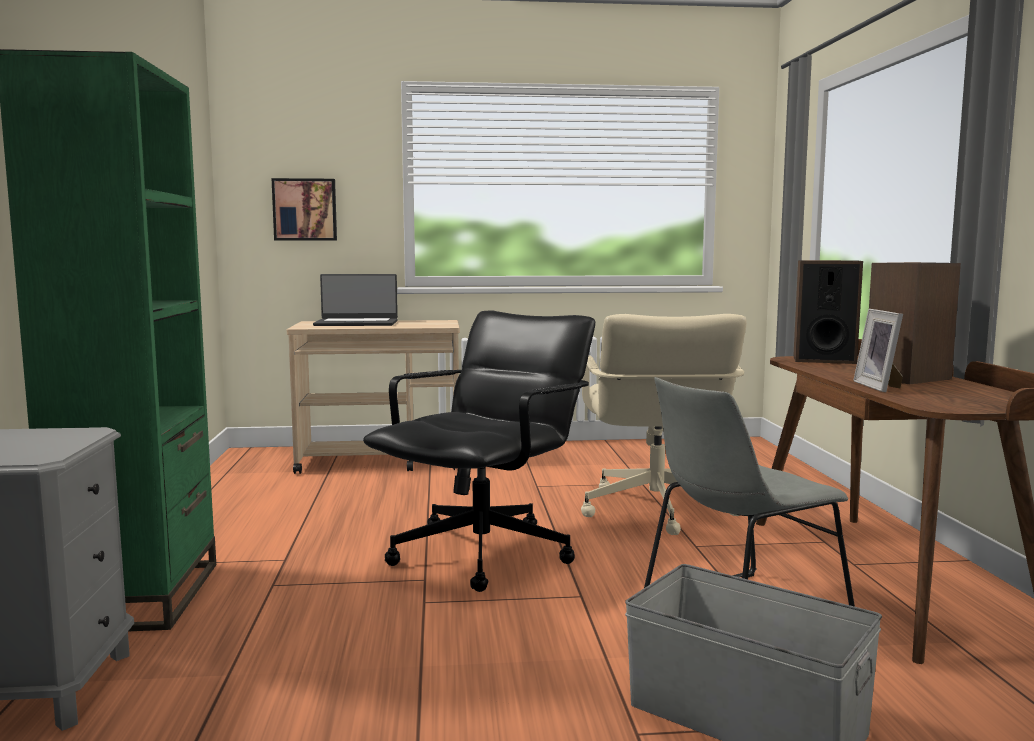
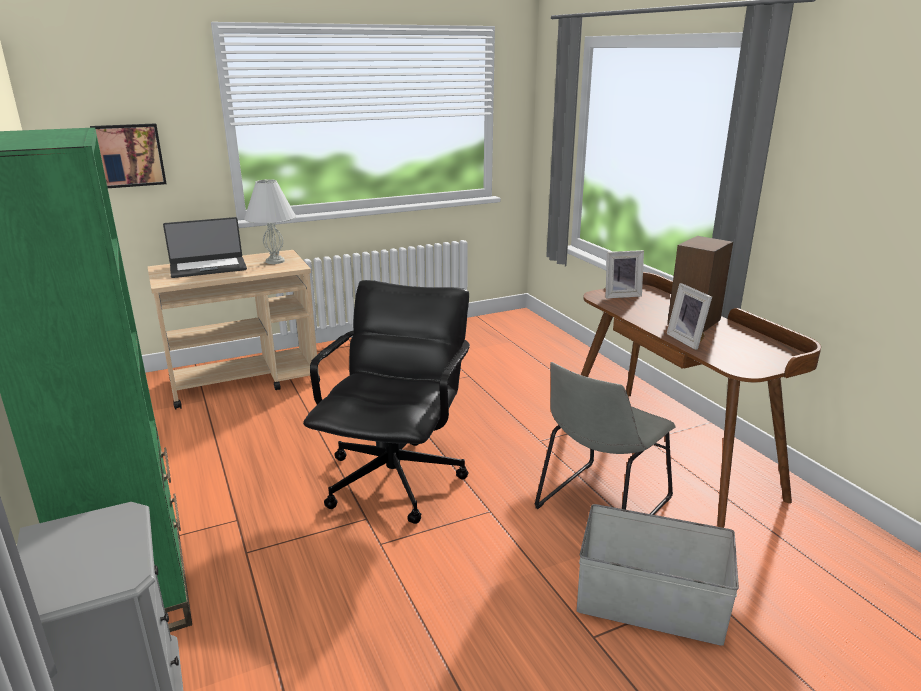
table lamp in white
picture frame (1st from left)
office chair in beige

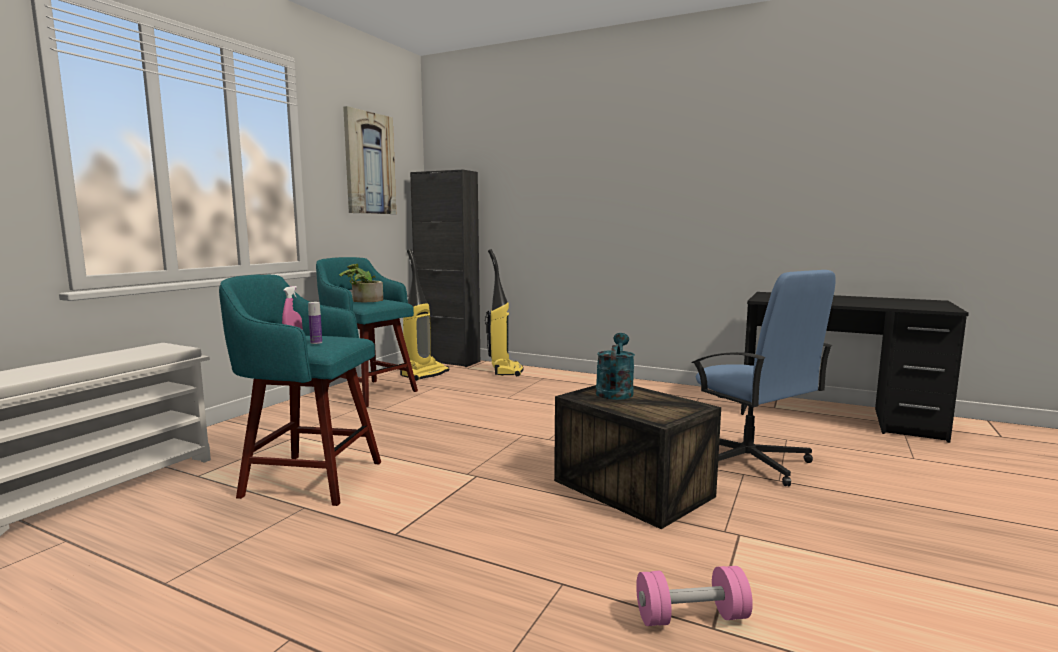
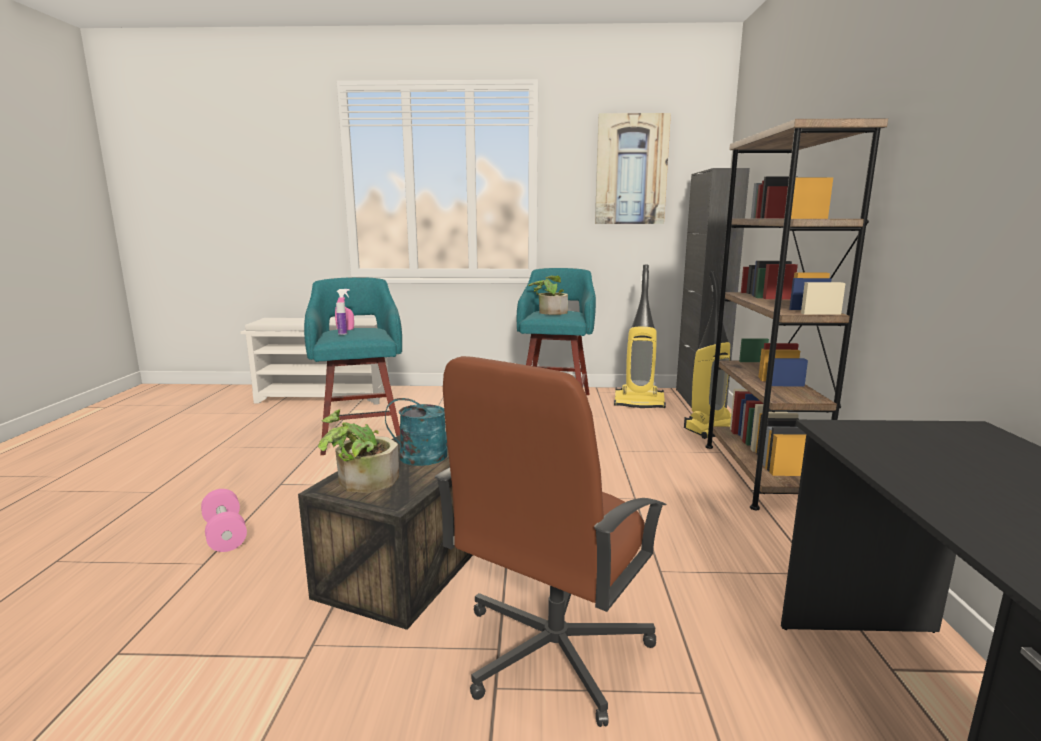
dumbbell in pink
potted plant (1st from left)
office chair in brown
bookcase in brown

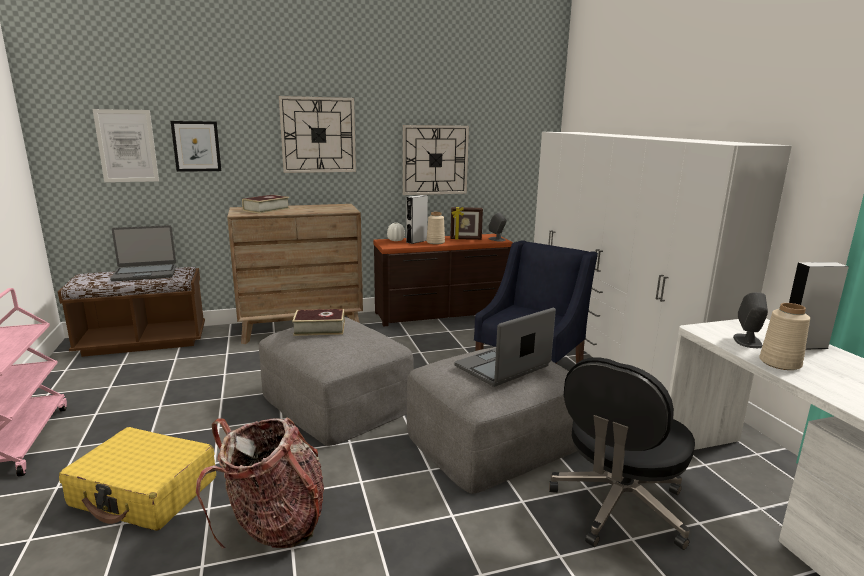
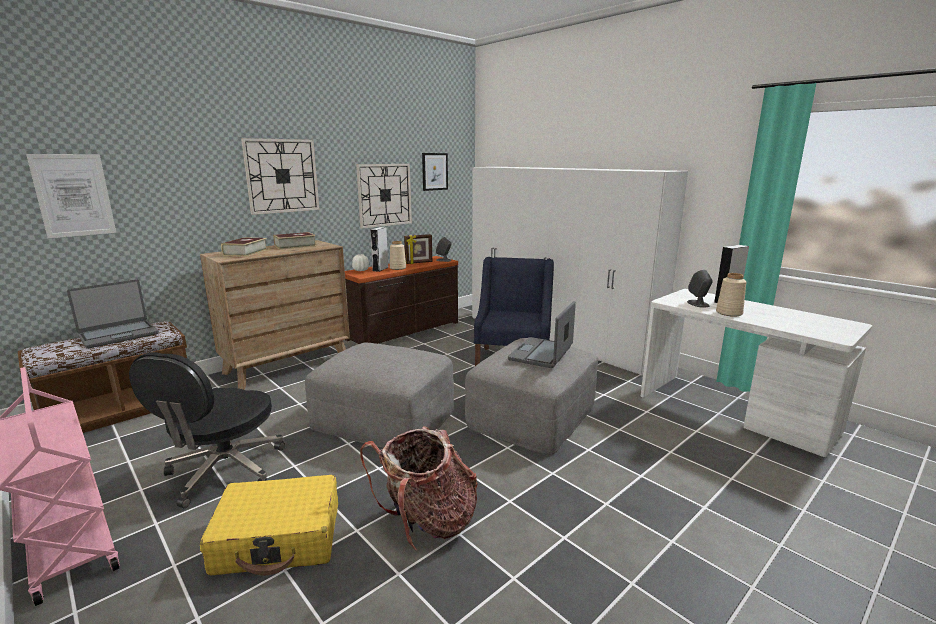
office chair in black
book (2nd from left)
picture (2nd from left)

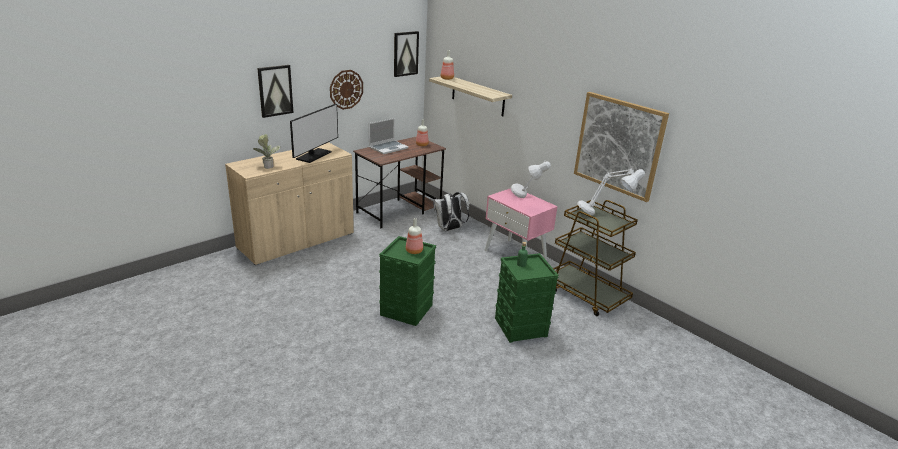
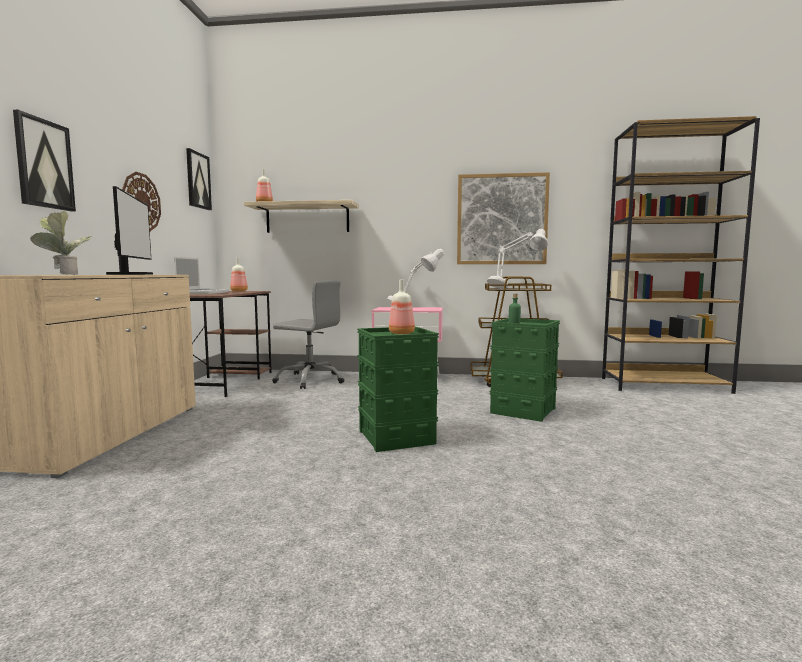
office chair in grey
bookcase in brown

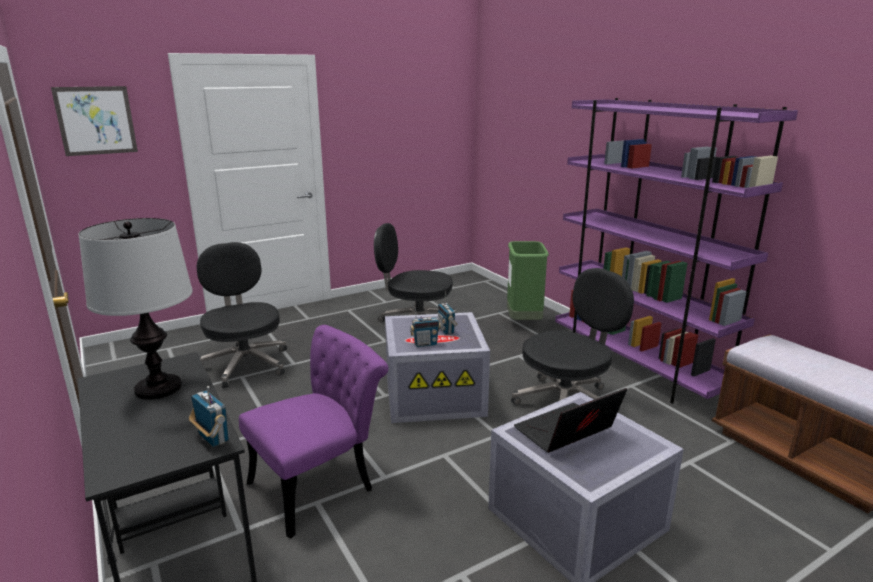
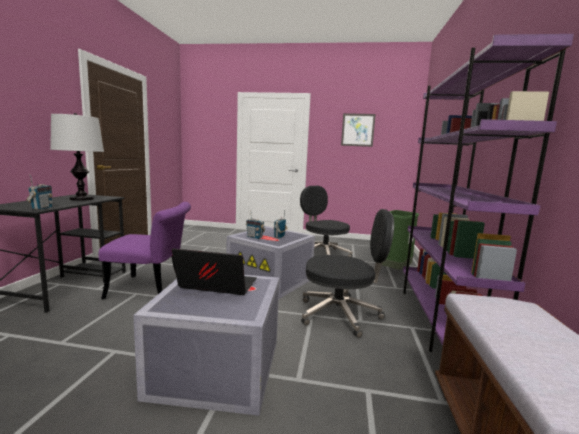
picture
office chair in black (1st from left in the first image)

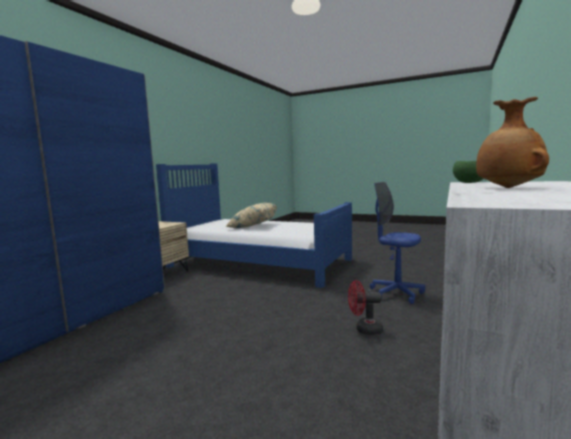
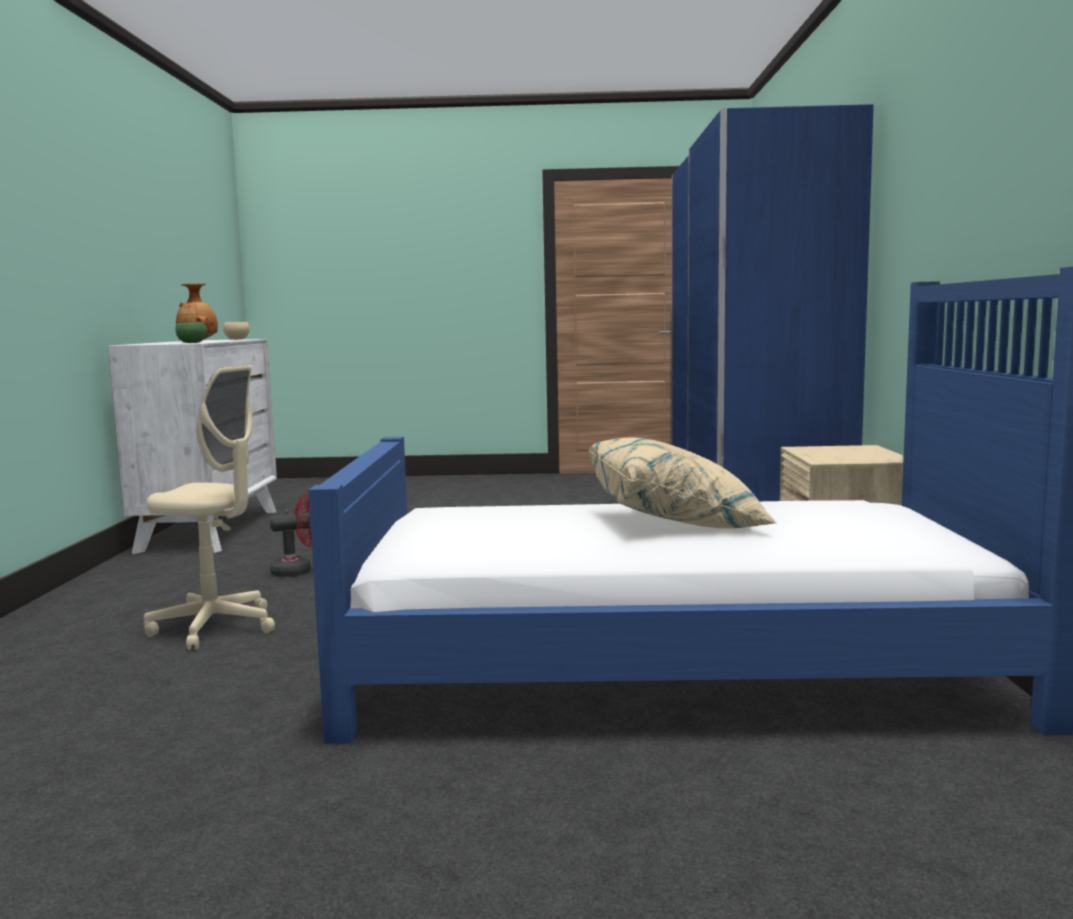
office chair in beige
bowl in beige

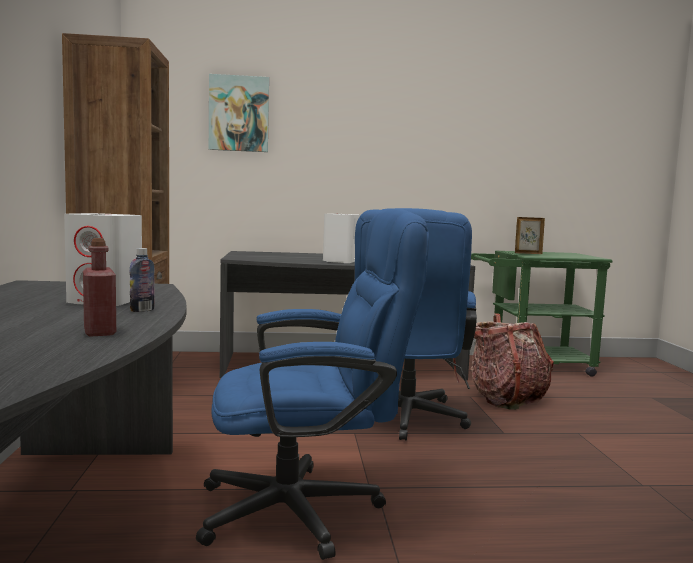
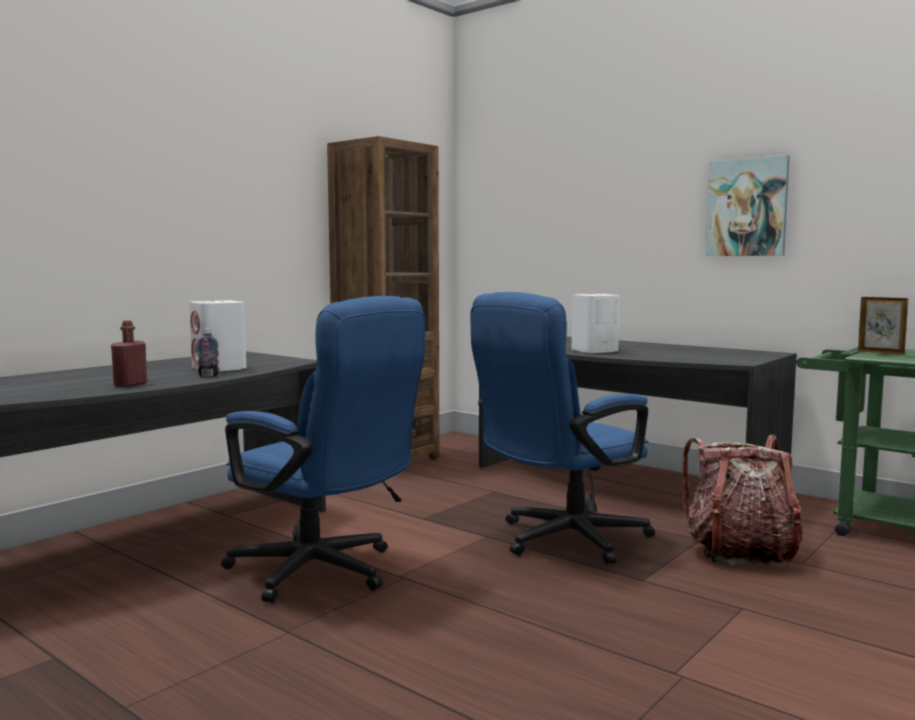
picture

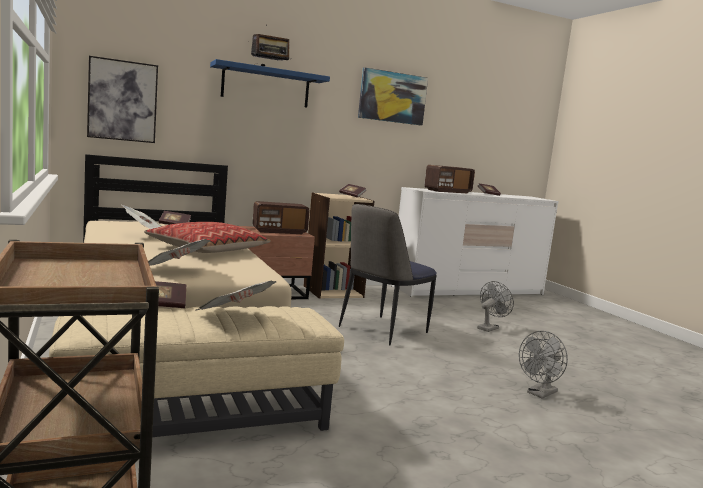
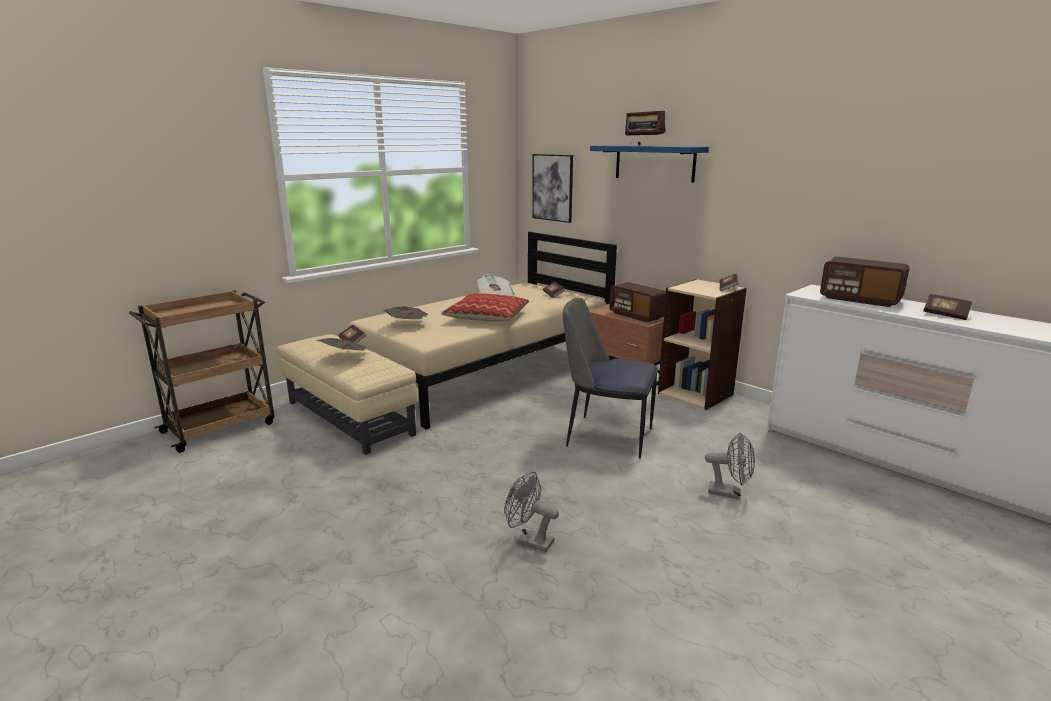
picture (2nd from left in the first image)

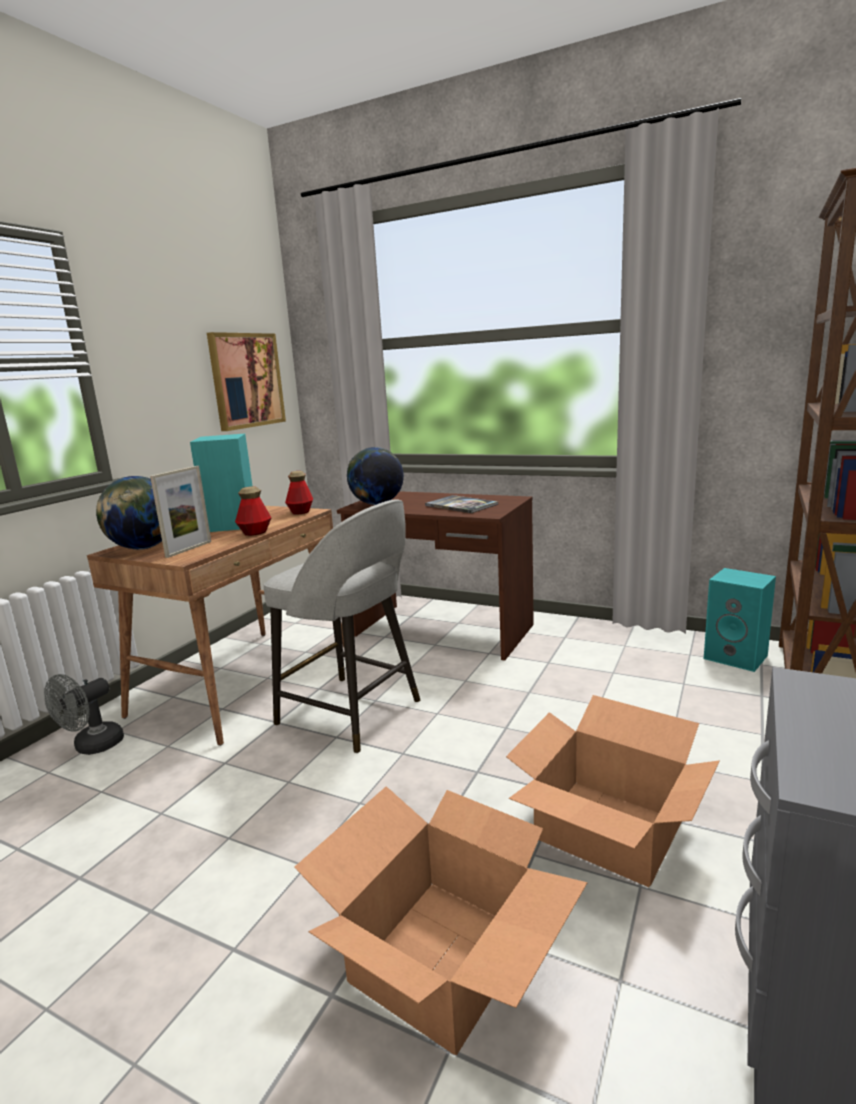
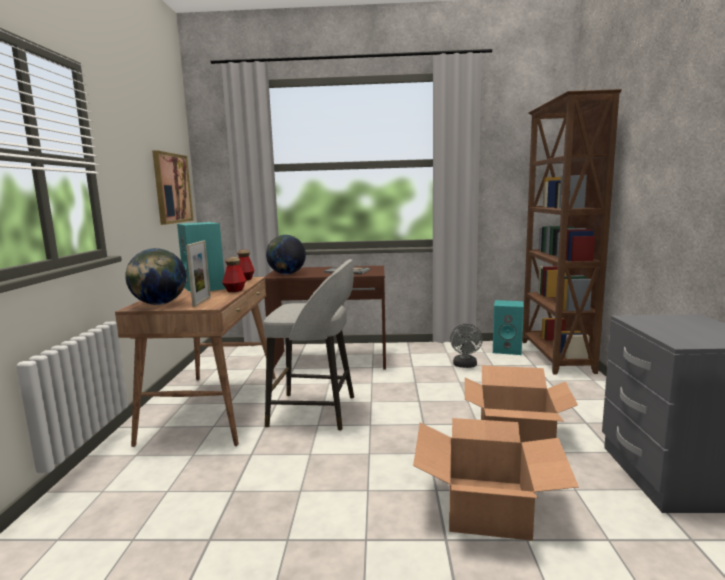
fan in grey

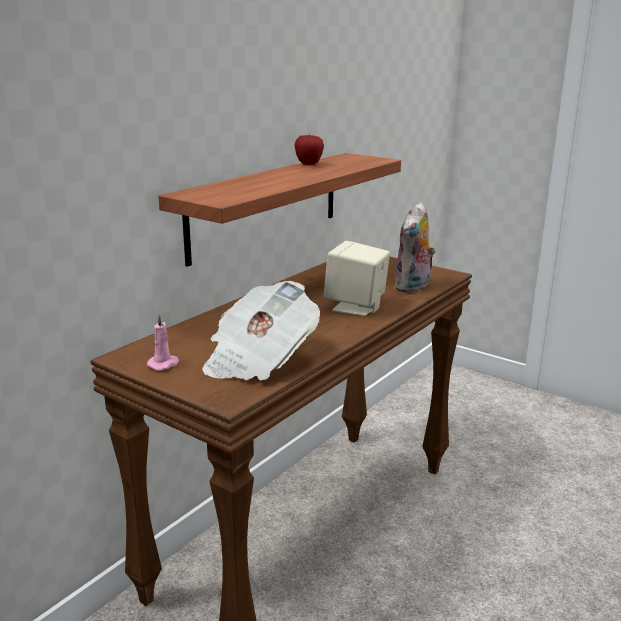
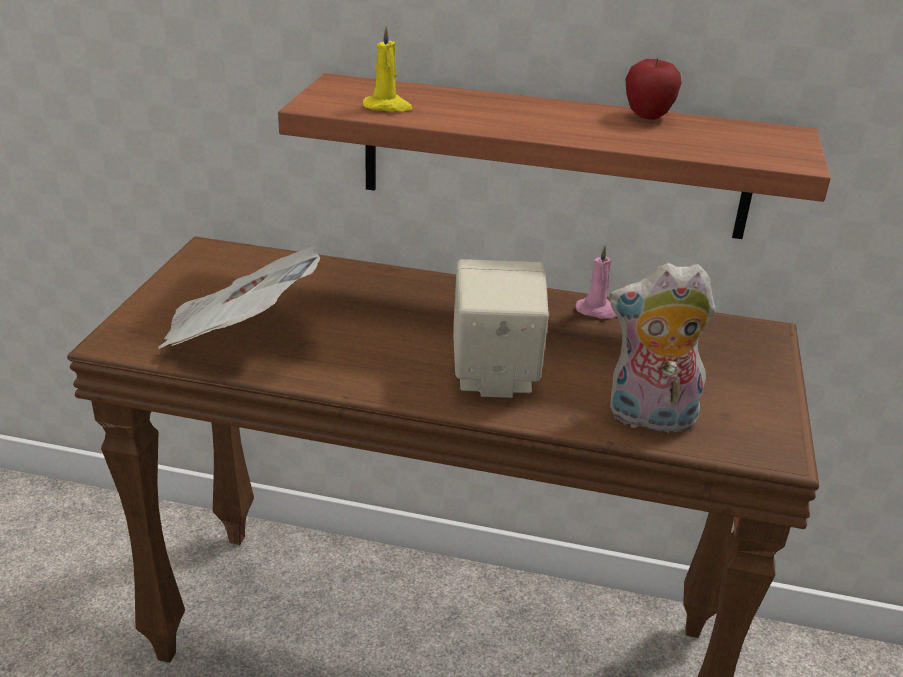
candle in yellow
candle in pink

